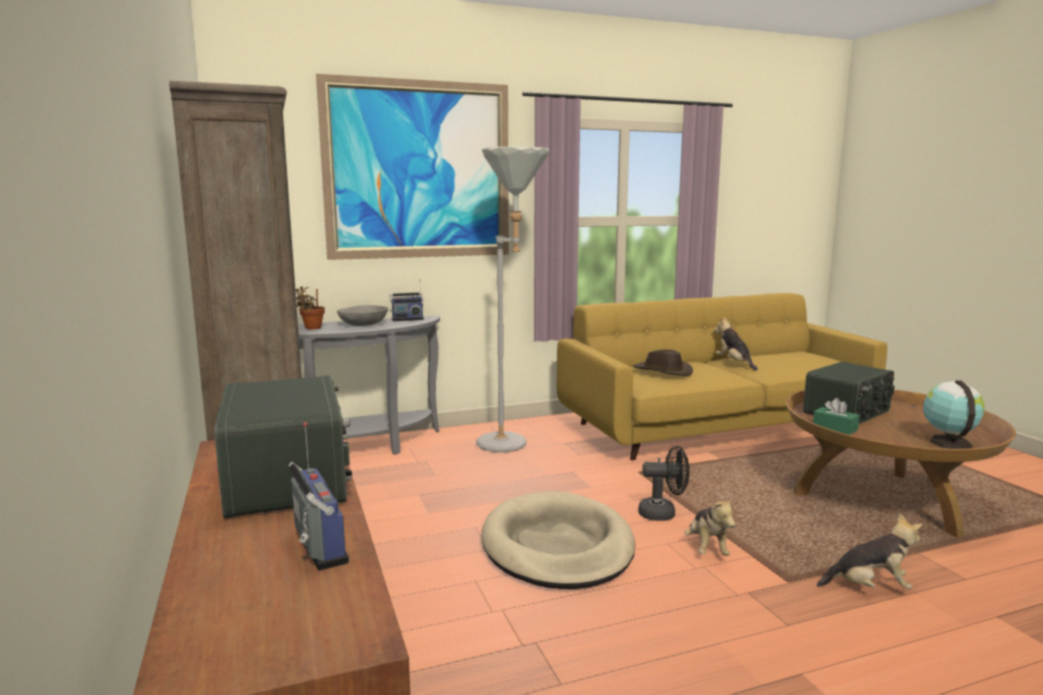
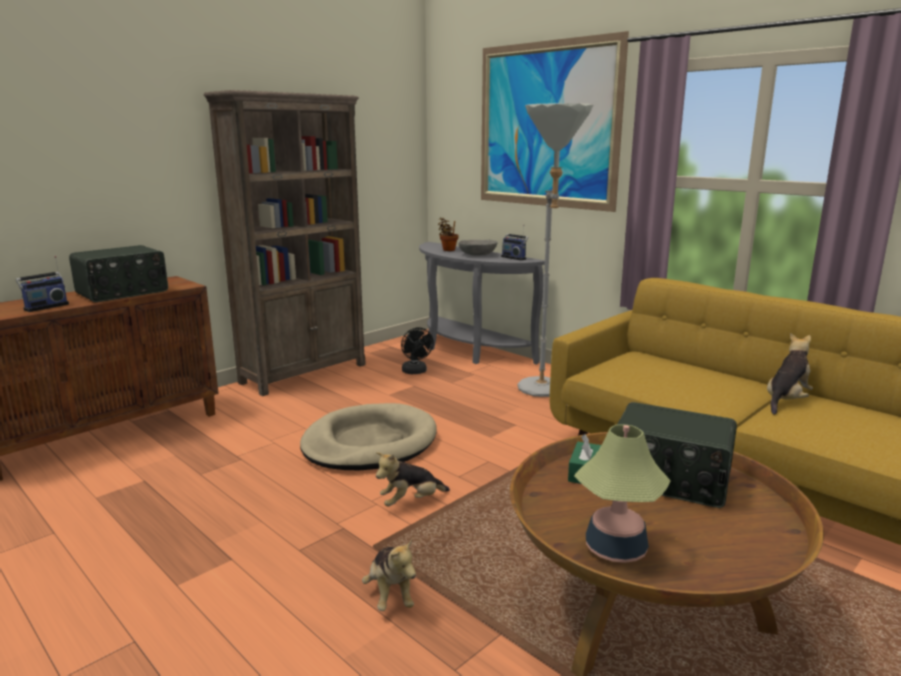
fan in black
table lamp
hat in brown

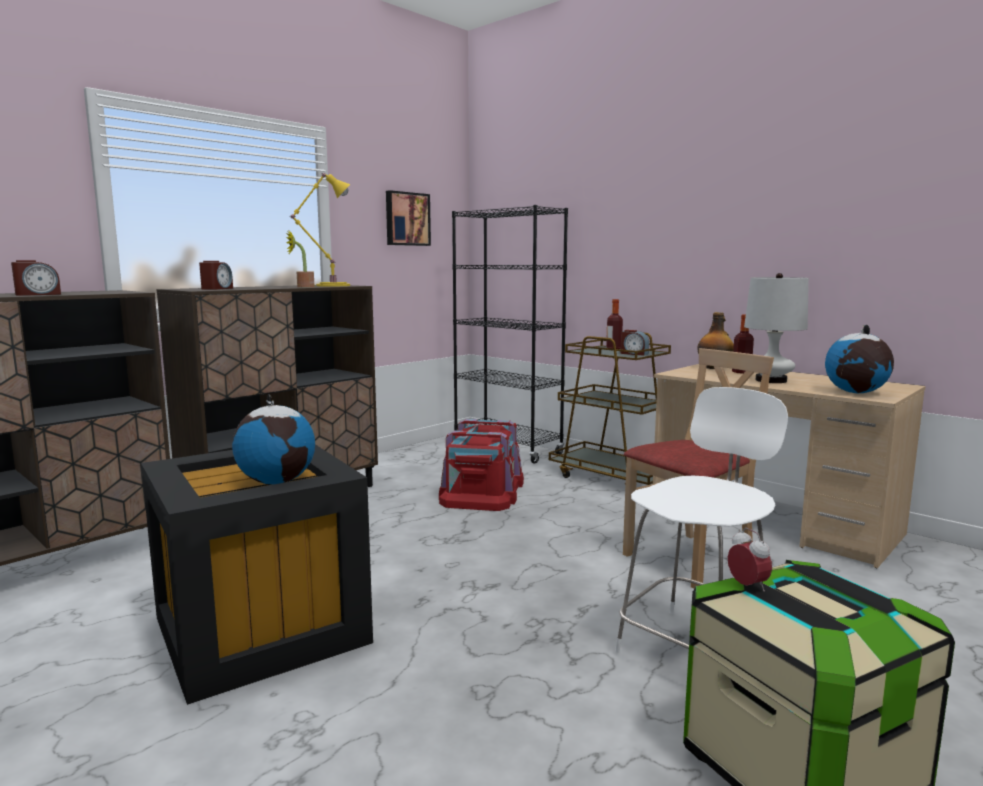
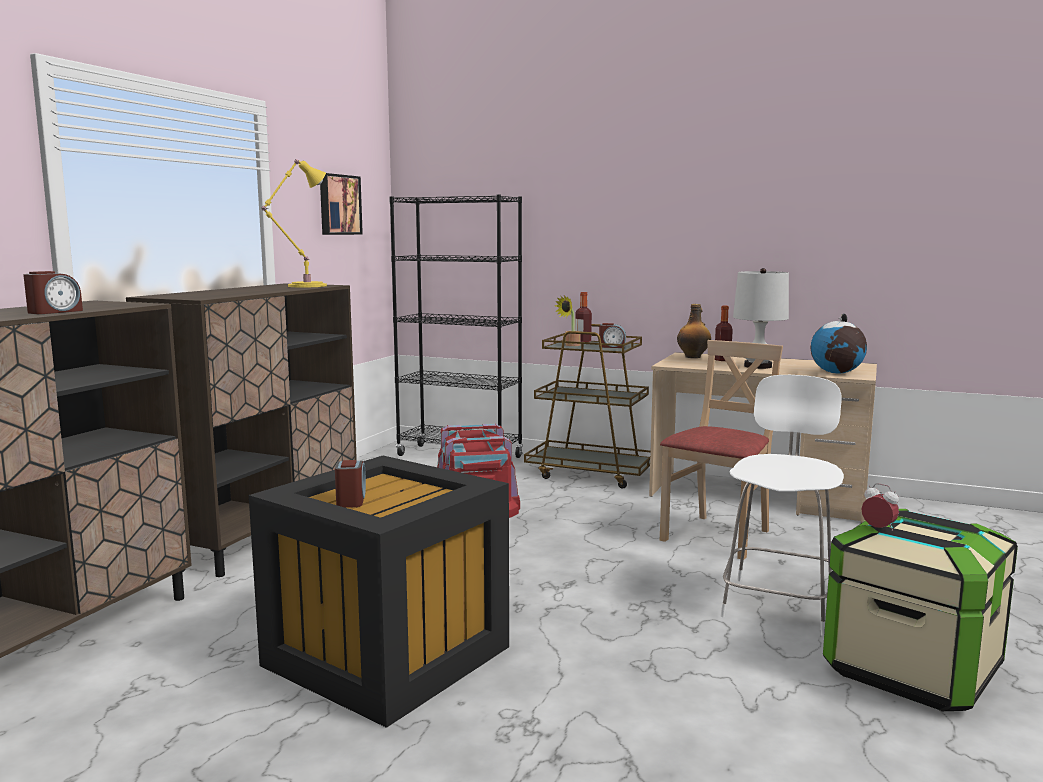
alarm clock (2nd from left)
potted plant
globe (1st from left in the first image)

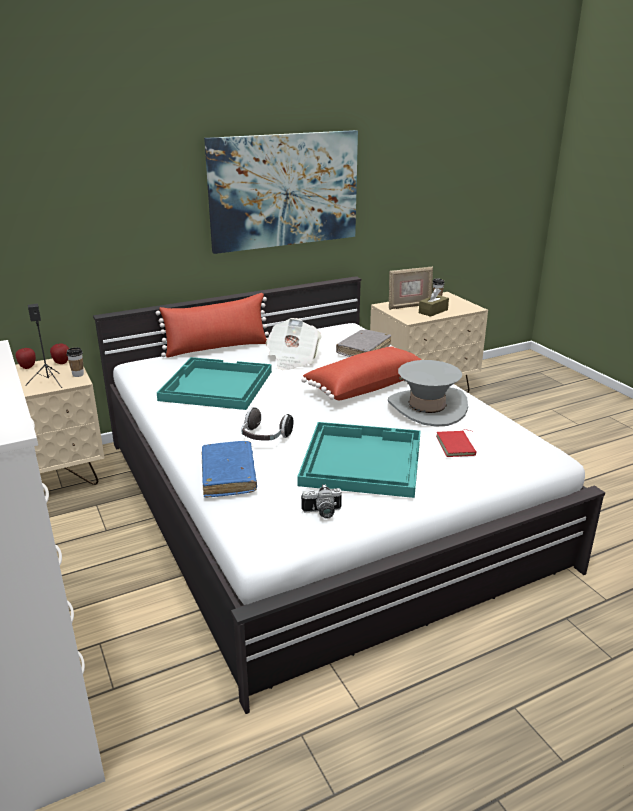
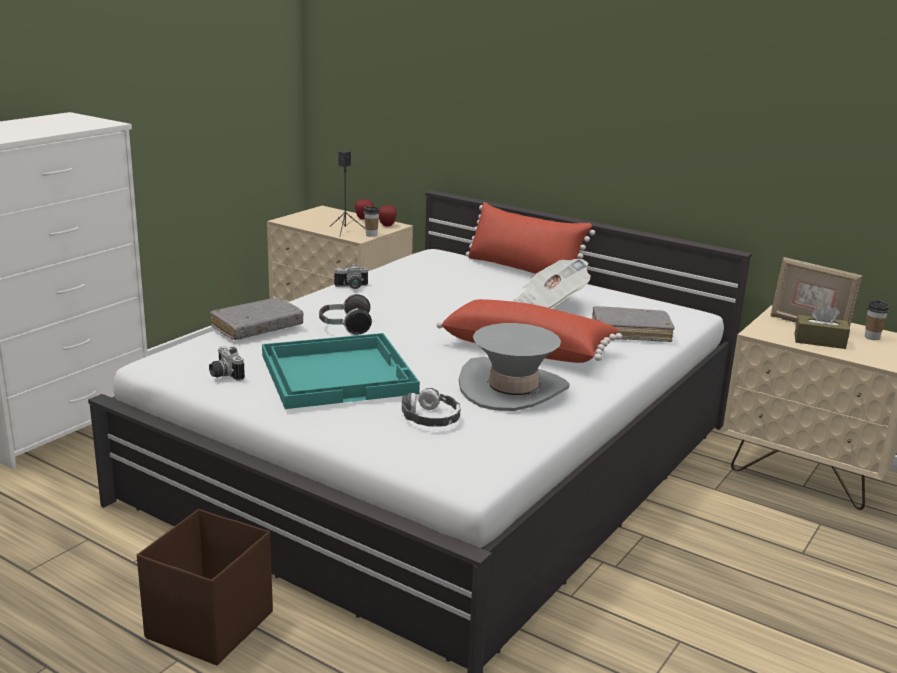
storage box in brown
book in grey (1st from left)
photo camera (2nd from left)
headphones (2nd from left)
tray in turquoise (1st from left in the first image)
picture

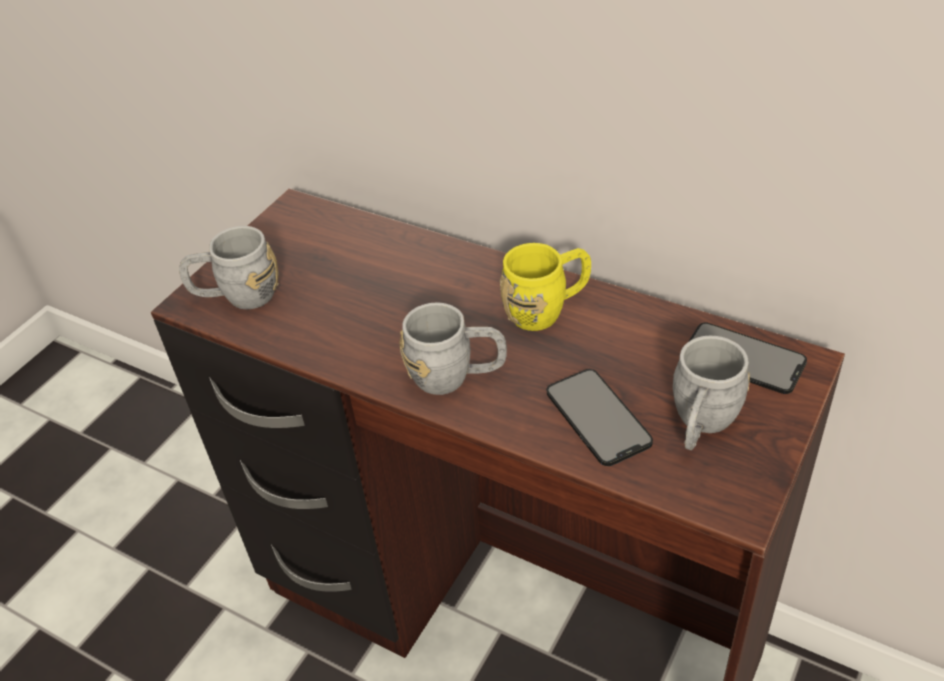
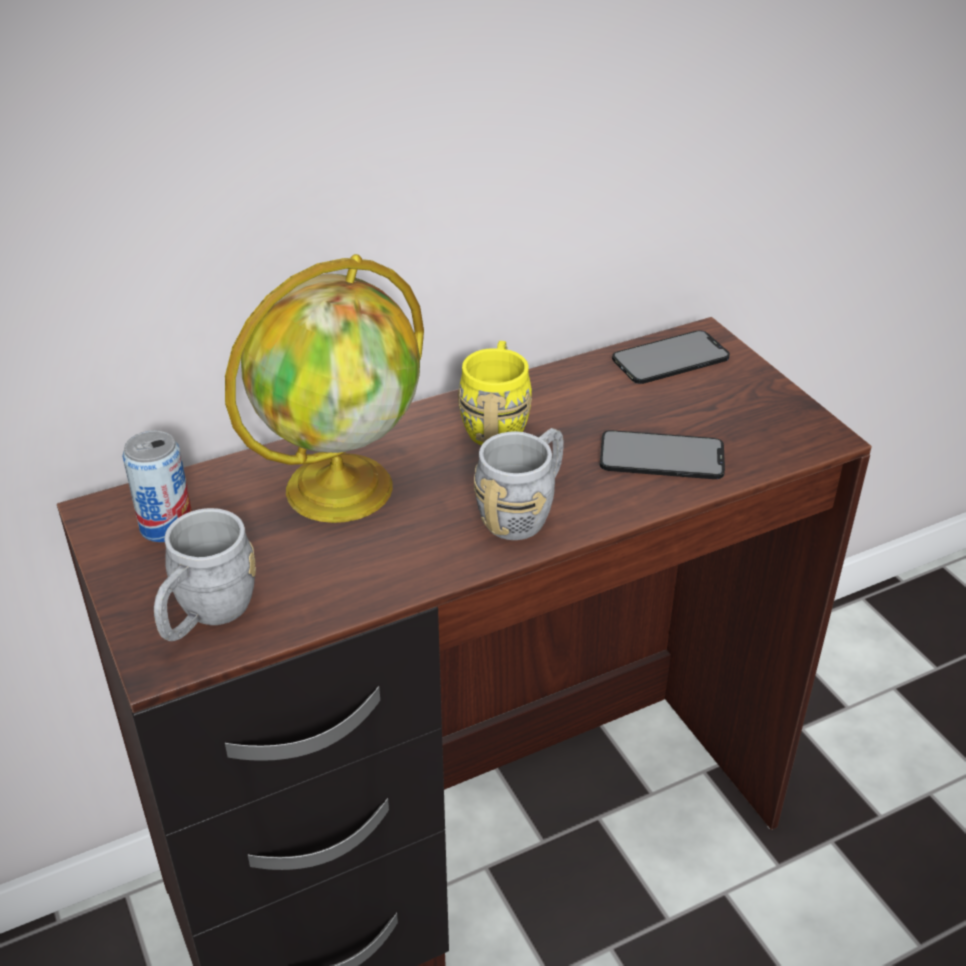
can
globe
mug in grey (3rd from left in the first image)

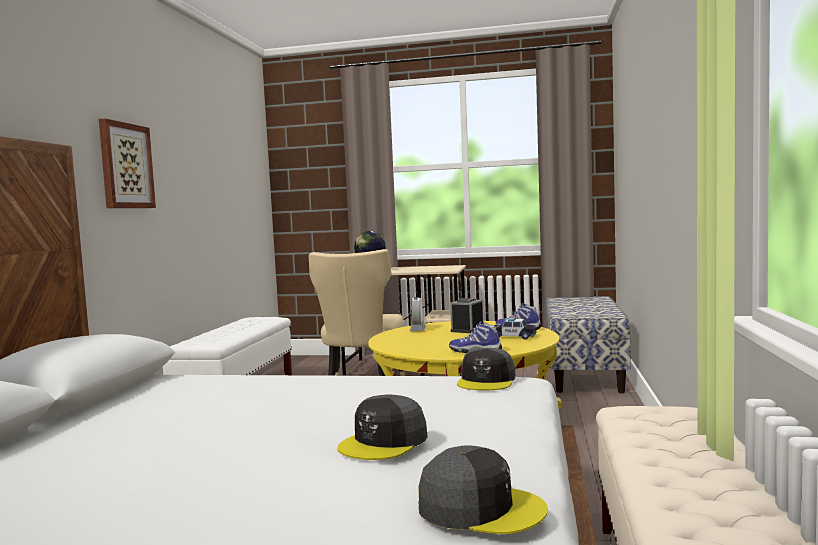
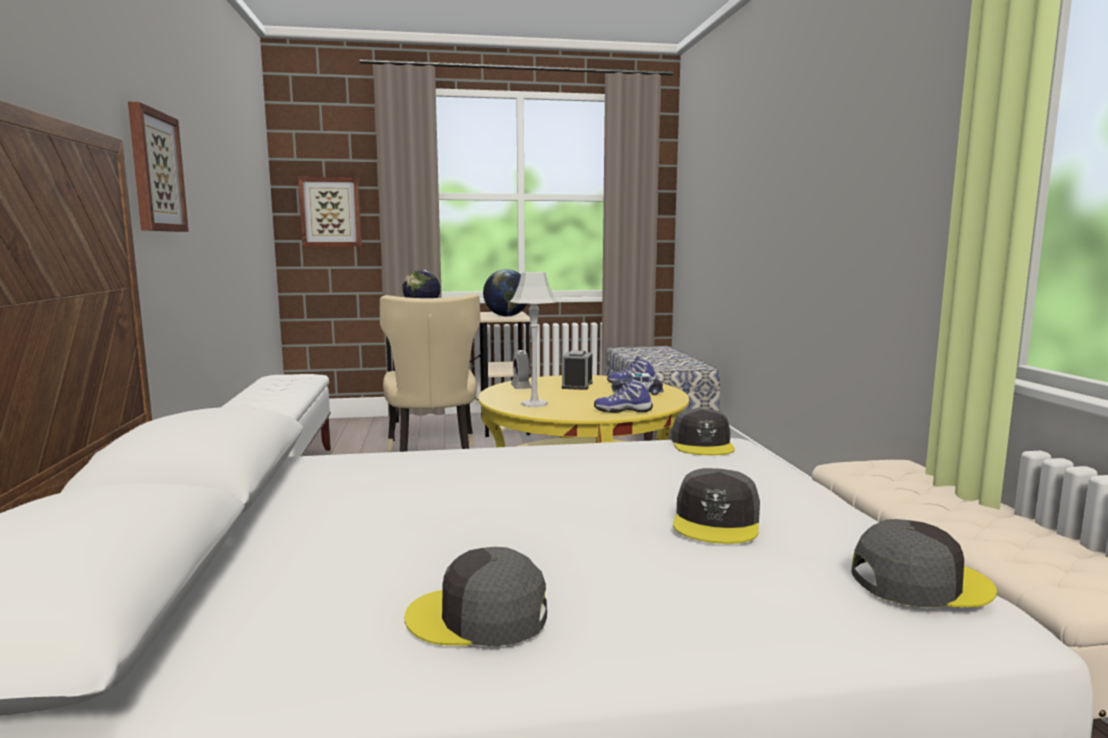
picture (2nd from left)
cap in grey (1st from left)
globe (2nd from left)
table lamp in grey

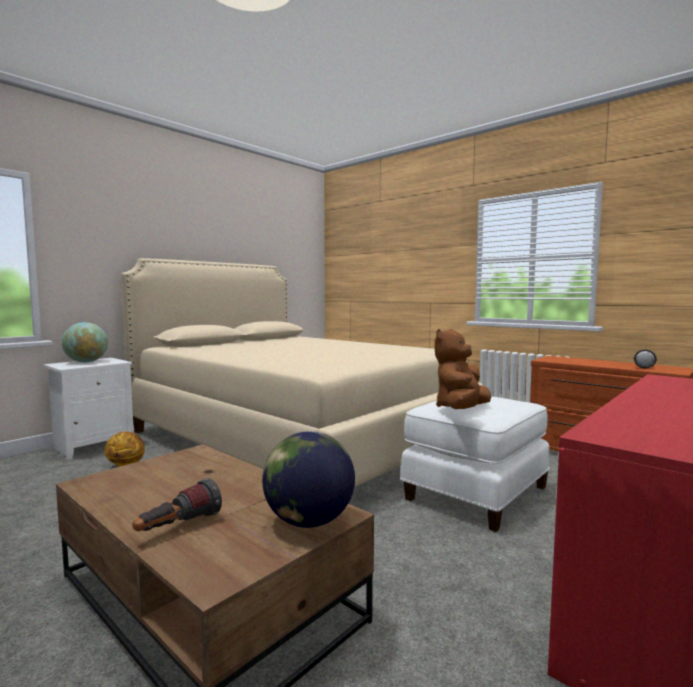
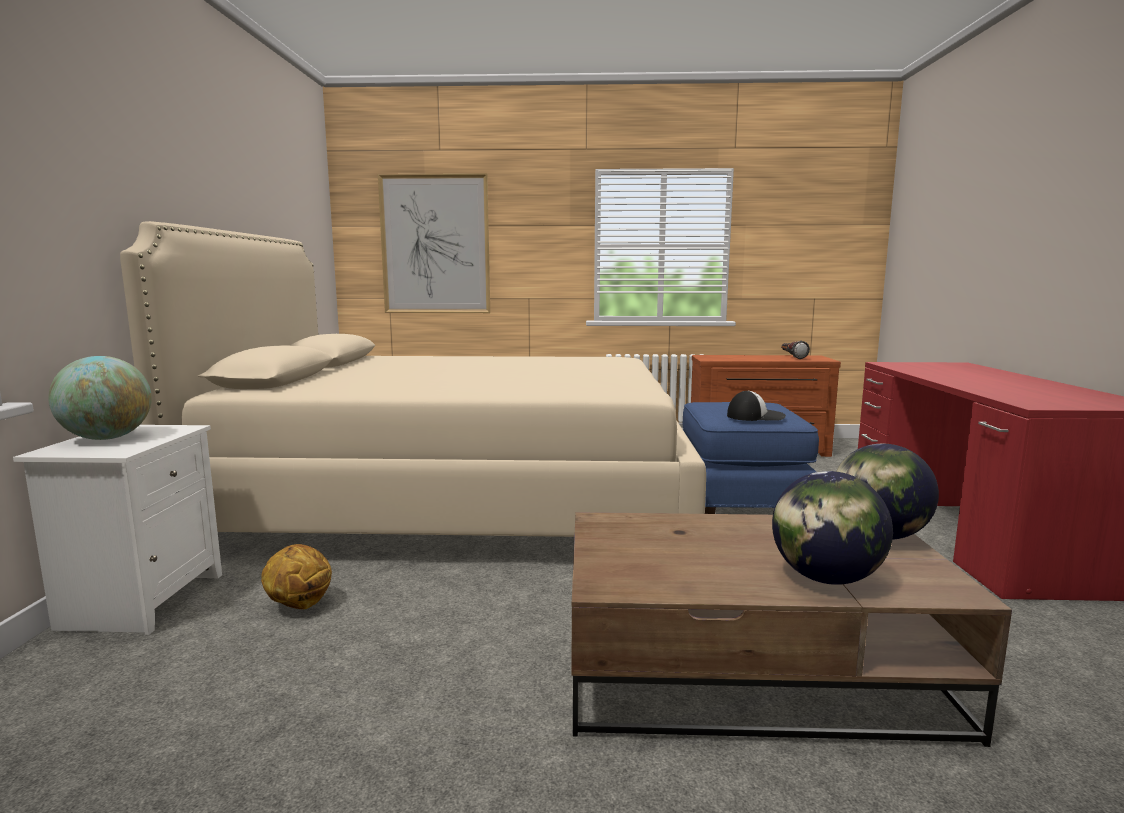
picture
ottoman in blue
cap
globe (2nd from left)

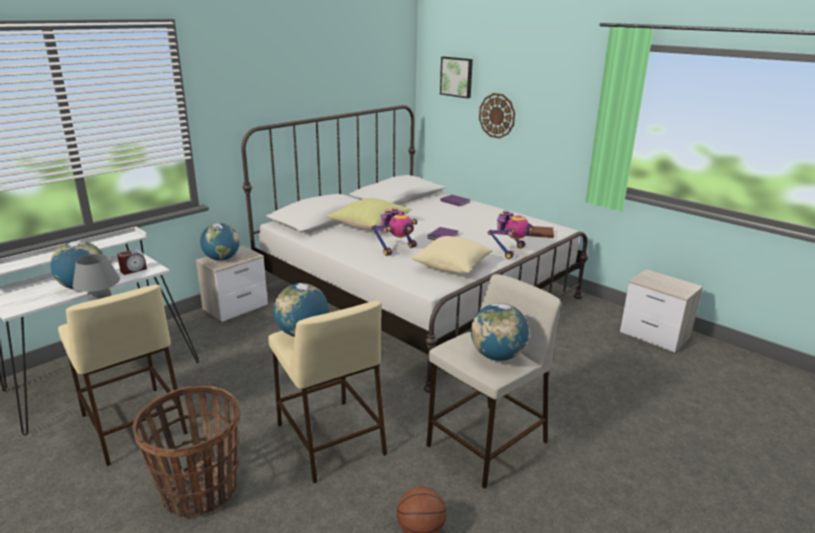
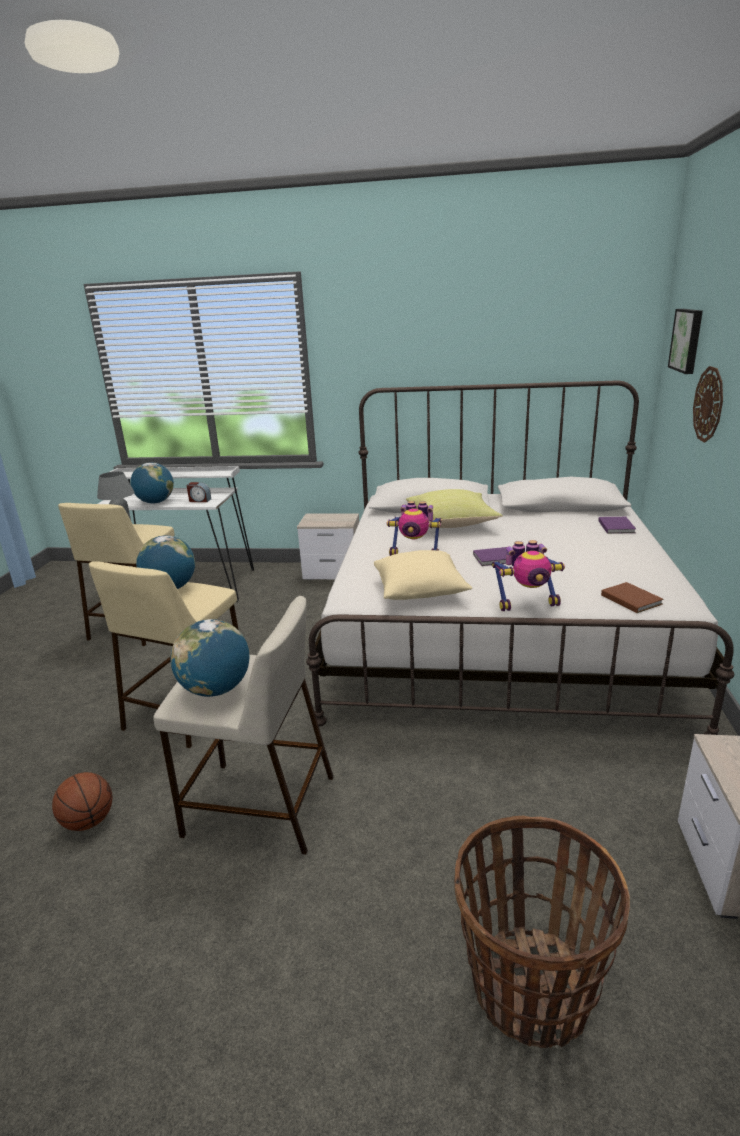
basket
globe (2nd from left in the first image)

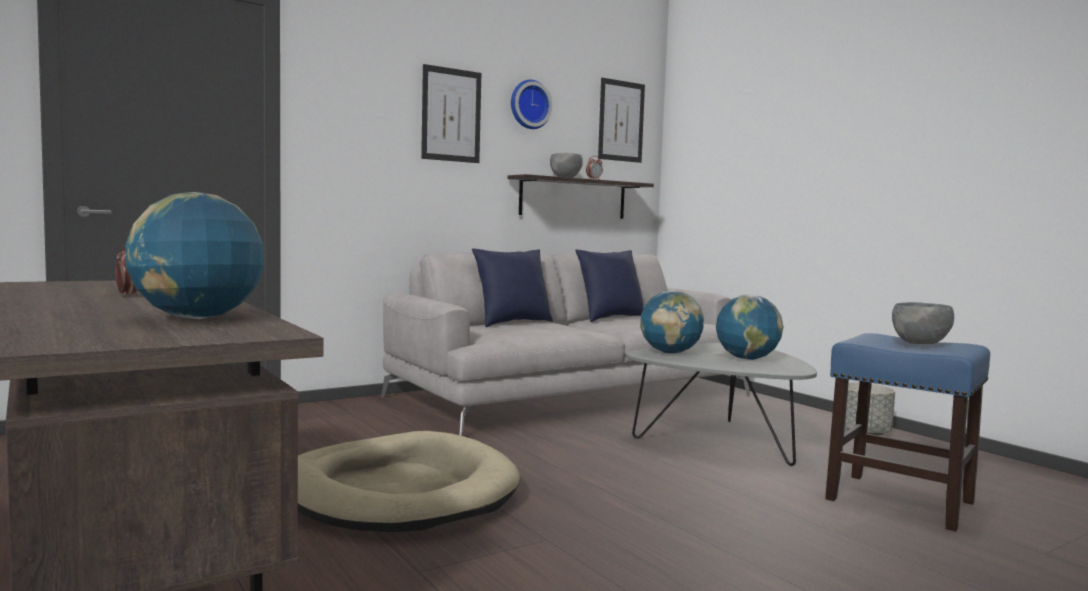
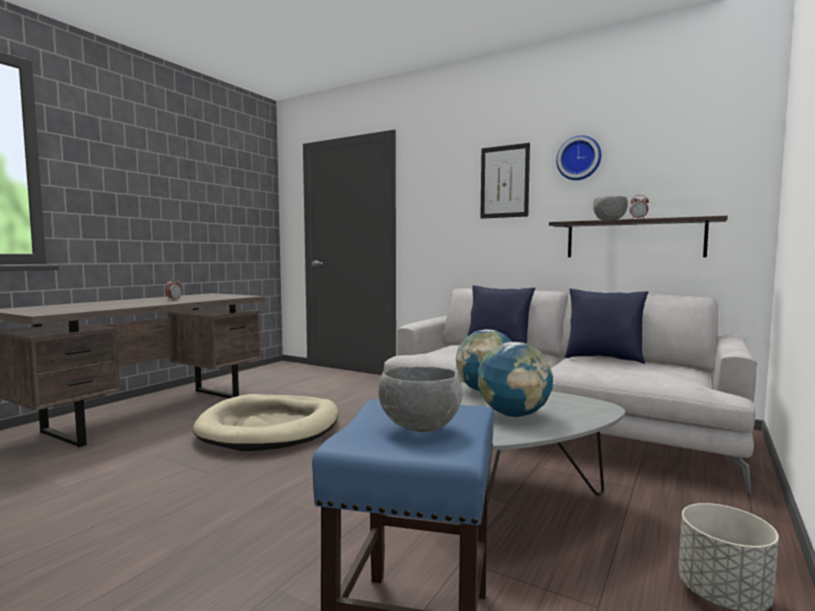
globe (1st from left in the first image)
picture (2nd from left in the first image)

